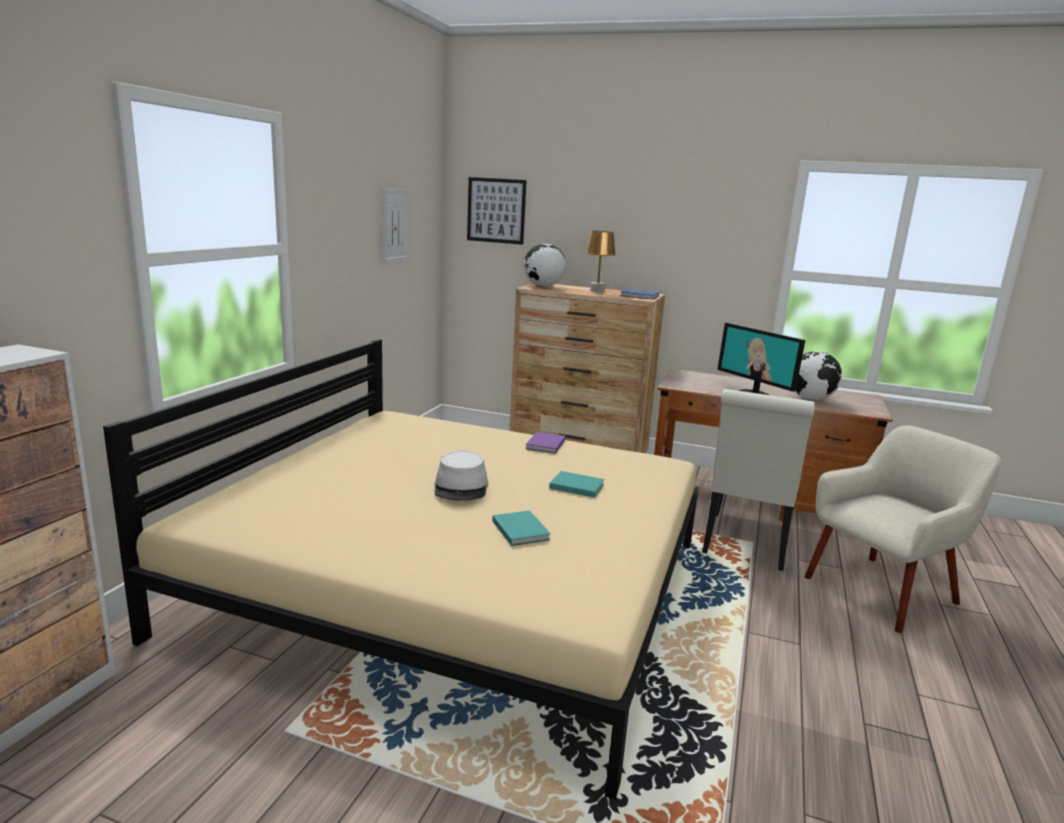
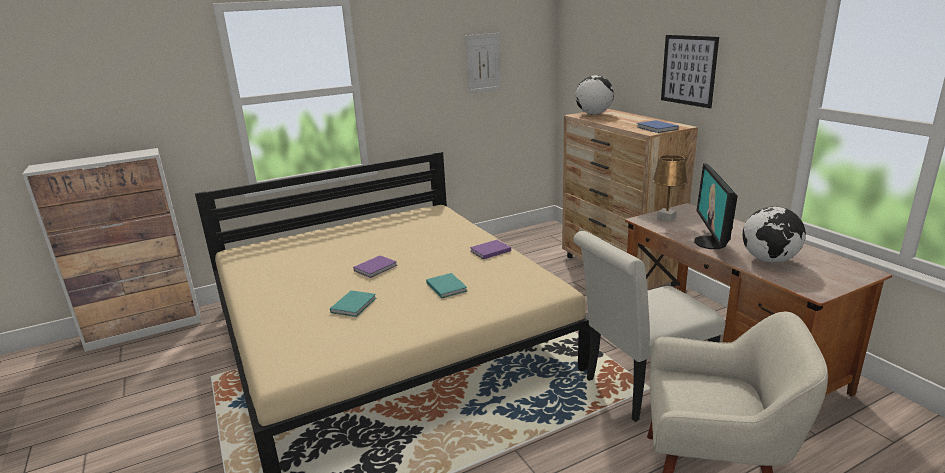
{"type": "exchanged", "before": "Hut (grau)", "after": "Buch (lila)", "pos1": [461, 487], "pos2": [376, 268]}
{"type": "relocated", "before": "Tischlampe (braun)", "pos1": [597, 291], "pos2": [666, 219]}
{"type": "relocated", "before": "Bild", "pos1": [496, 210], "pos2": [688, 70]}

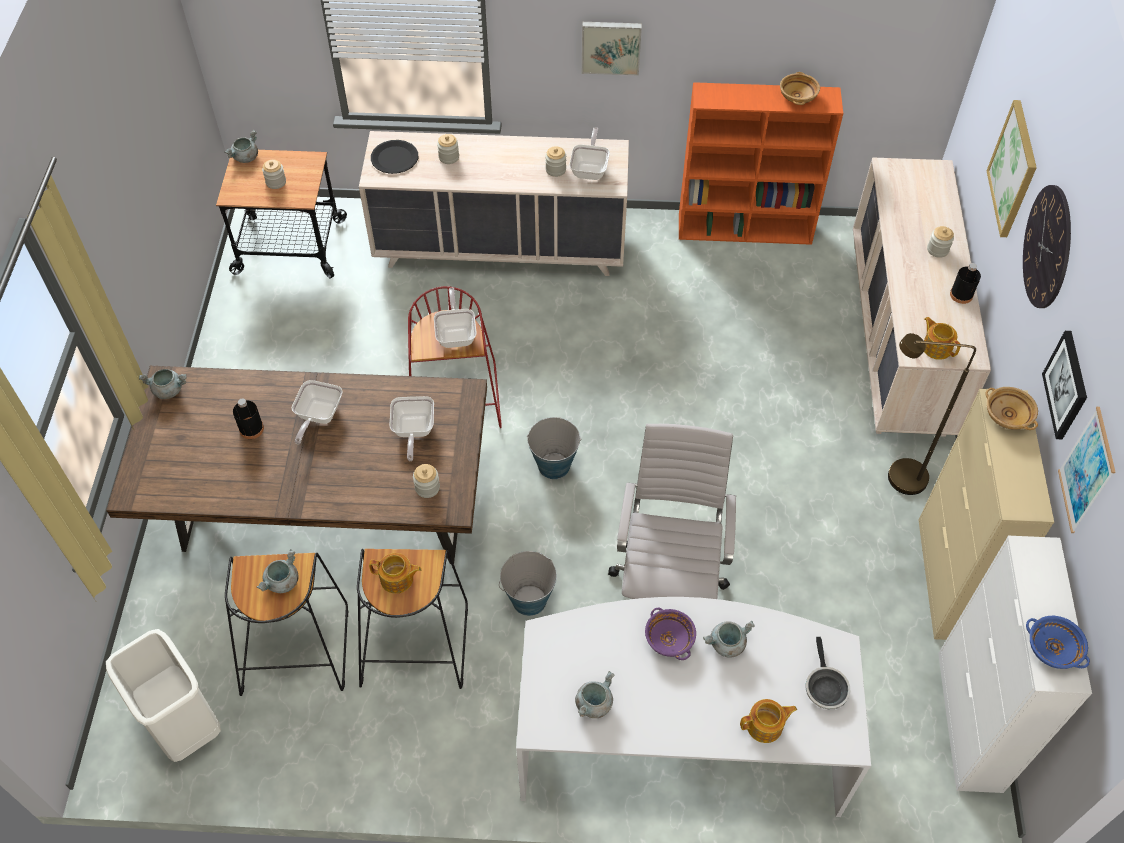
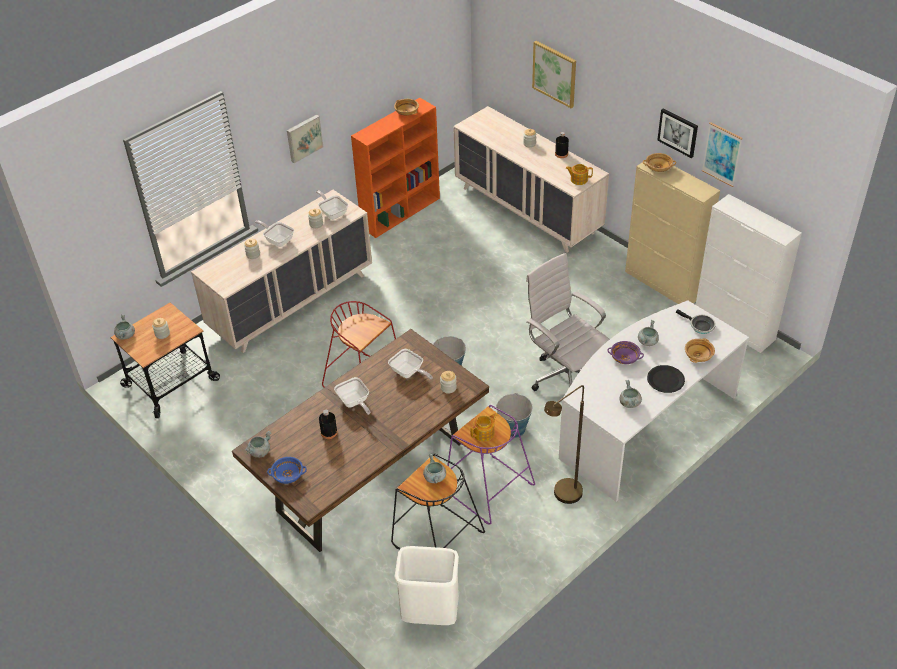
{"type": "relocated", "before": "Pfanne", "pos1": [456, 334], "pos2": [277, 240]}
{"type": "relocated", "before": "Schüssel (blau)", "pos1": [1052, 649], "pos2": [287, 475]}
{"type": "colour", "before": "Hocker (schwarz)", "after": "Hocker (lila)", "pos1": [414, 643], "pos2": [487, 488]}
{"type": "relocated", "before": "Stehlampe (braun)", "pos1": [896, 478], "pos2": [563, 497]}
{"type": "relocated", "before": "Teller (schwarz)", "pos1": [394, 158], "pos2": [665, 380]}
{"type": "exchanged", "before": "Teekanne", "after": "Schüssel (beige)", "pos1": [765, 726], "pos2": [698, 356]}
{"type": "missing", "before": "Wanduhr", "pos1": [1047, 247]}

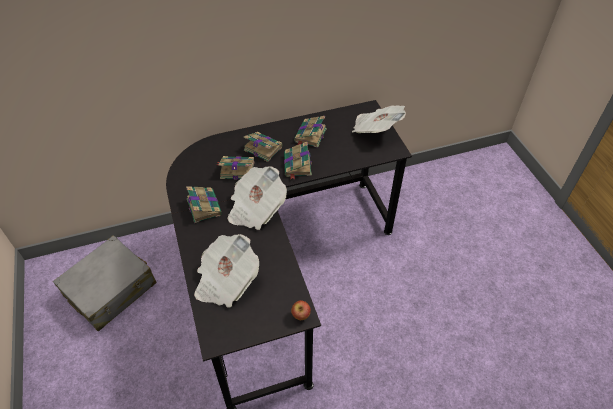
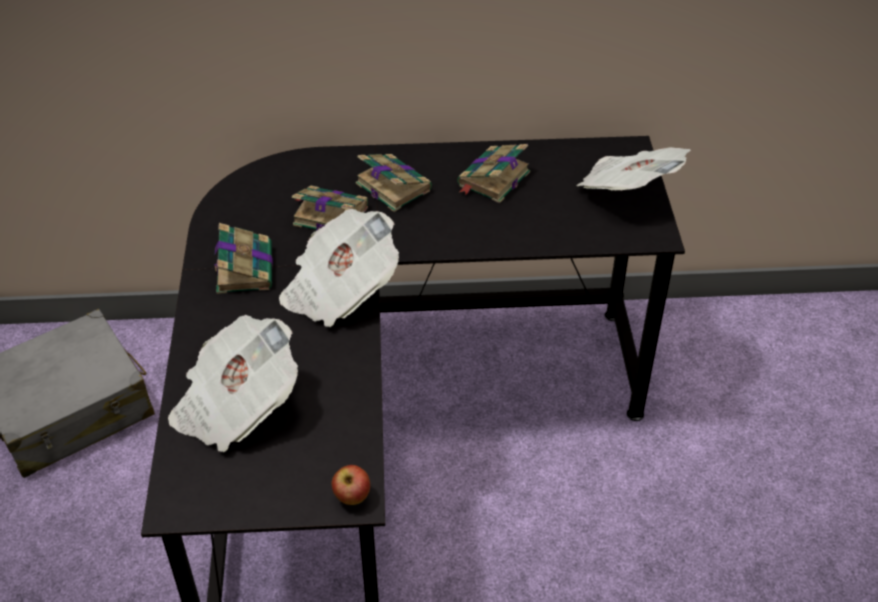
{"type": "missing", "before": "Buch", "pos1": [297, 165]}

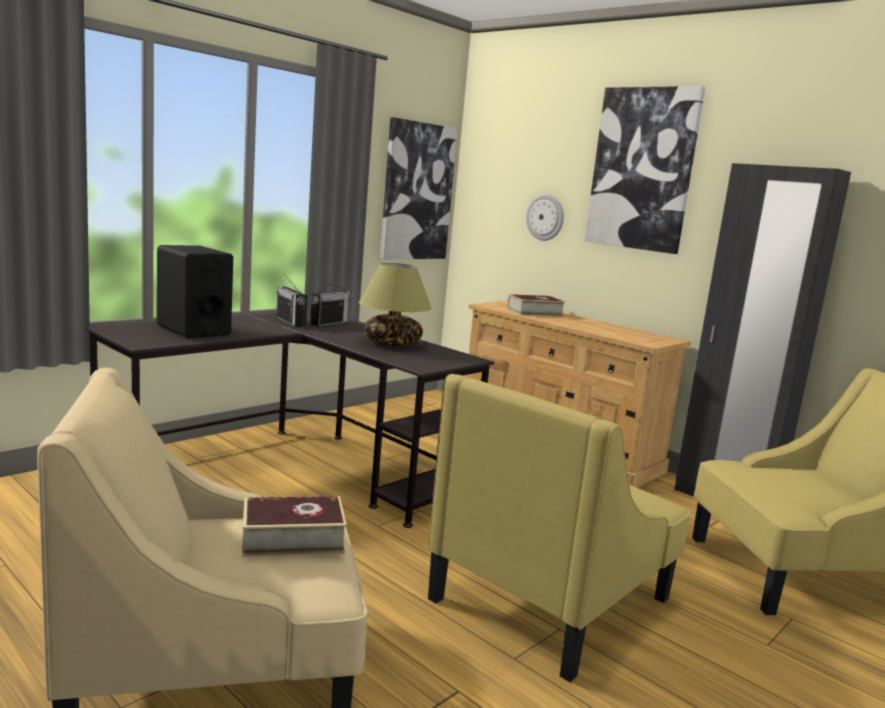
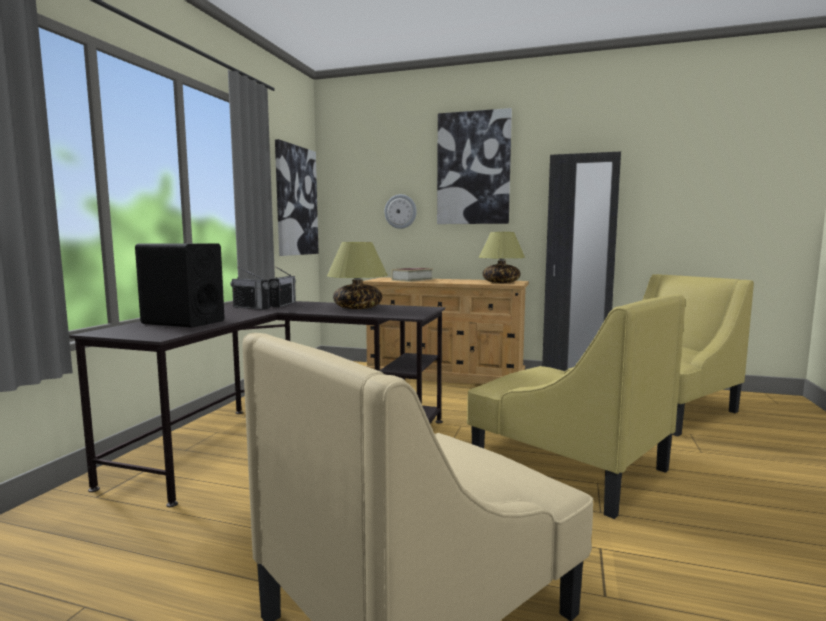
{"type": "spun", "before": "Sessel (gelb)", "pos1": [551, 598], "pos2": [567, 466], "turn": -60}
{"type": "appeared", "after": "Tischlampe", "pos2": [500, 282]}
{"type": "missing", "before": "Buch", "pos1": [292, 538]}

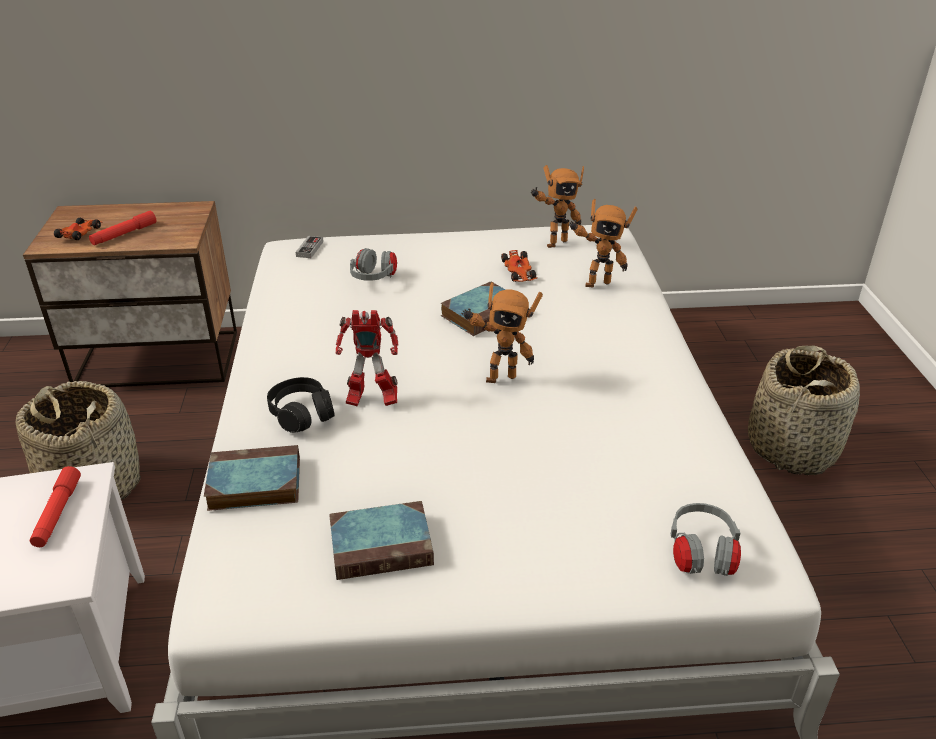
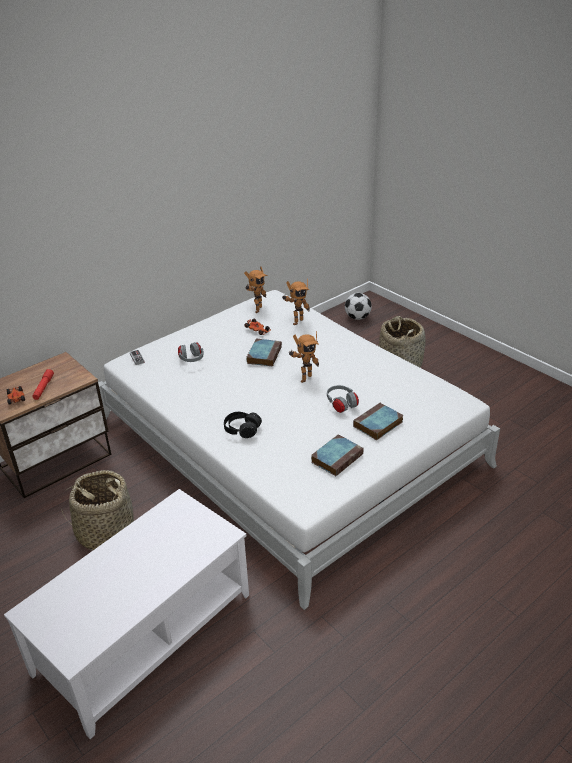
{"type": "relocated", "before": "Kopfhörer (grau)", "pos1": [701, 555], "pos2": [341, 405]}
{"type": "appeared", "after": "Fußball", "pos2": [357, 317]}
{"type": "relocated", "before": "Buch", "pos1": [252, 484], "pos2": [377, 425]}
{"type": "missing", "before": "Taschenlampe (rot)", "pos1": [57, 513]}
{"type": "missing", "before": "Spielzeugroboter", "pos1": [370, 400]}

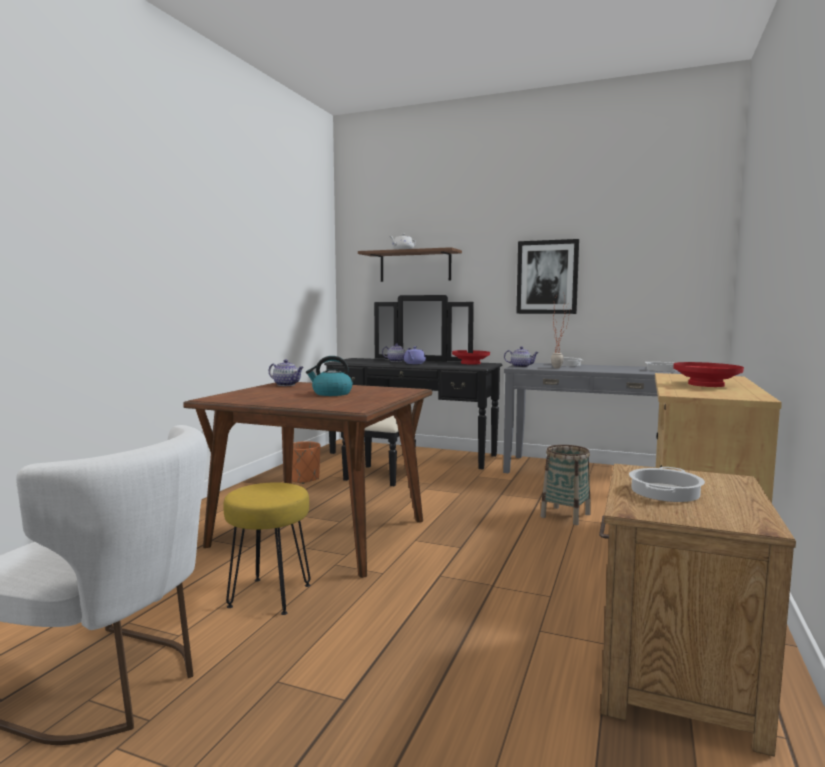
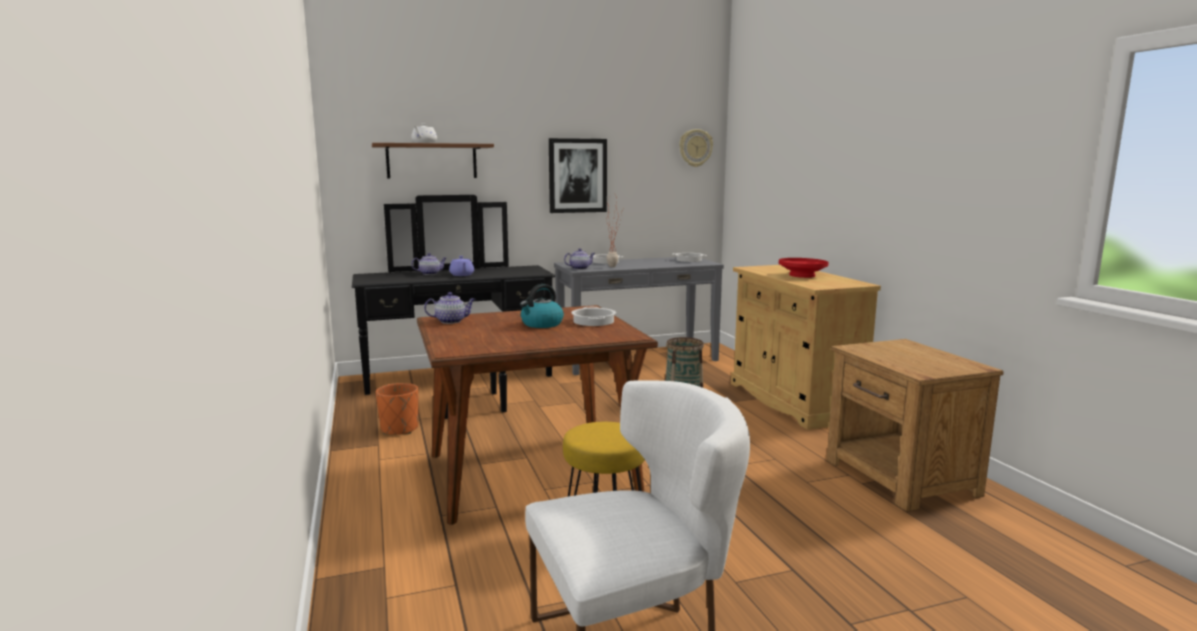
{"type": "relocated", "before": "Kochtopf", "pos1": [665, 492], "pos2": [594, 321]}
{"type": "appeared", "after": "Wanduhr", "pos2": [695, 148]}
{"type": "missing", "before": "Schüssel (rot)", "pos1": [471, 363]}

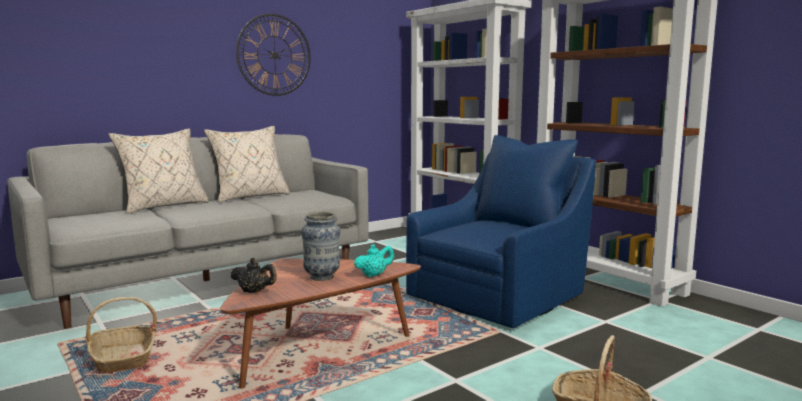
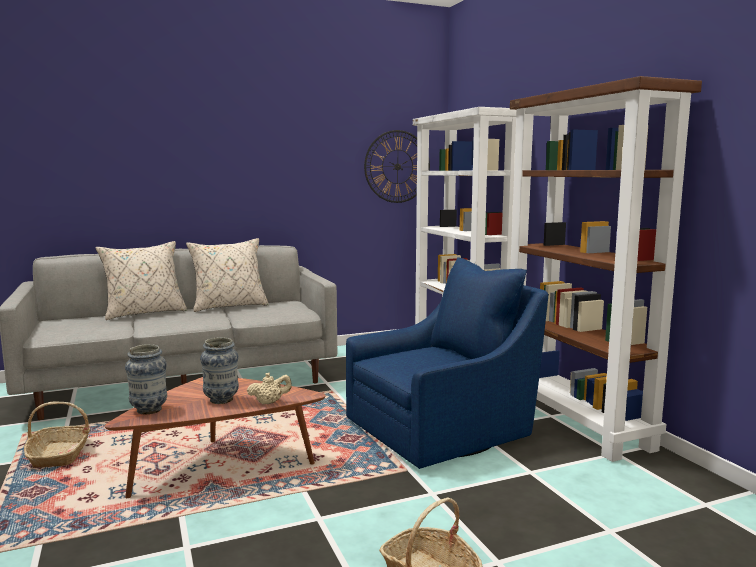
{"type": "exchanged", "before": "Teekanne (schwarz)", "after": "Vase", "pos1": [254, 292], "pos2": [149, 410]}
{"type": "colour", "before": "Teekanne (türkis)", "after": "Teekanne (beige)", "pos1": [374, 275], "pos2": [269, 402]}
{"type": "relocated", "before": "Wanduhr", "pos1": [274, 55], "pos2": [397, 166]}

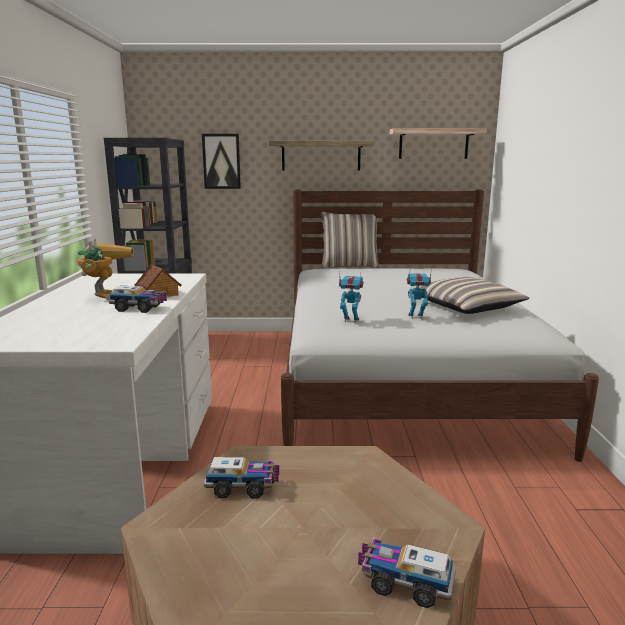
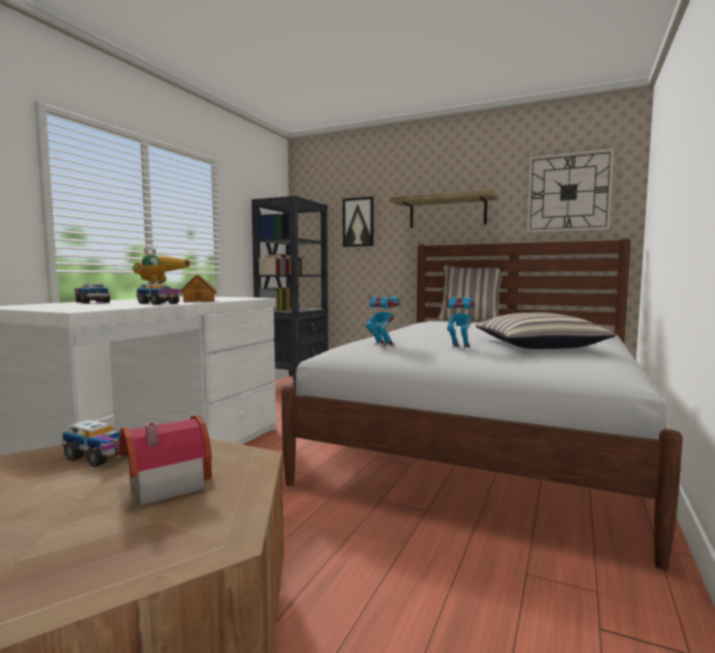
{"type": "relocated", "before": "Spielzeuglaster", "pos1": [404, 583], "pos2": [92, 302]}
{"type": "appeared", "after": "Spielzeughaus", "pos2": [162, 484]}
{"type": "exchanged", "before": "Wandregal", "after": "Wanduhr", "pos1": [433, 144], "pos2": [568, 192]}

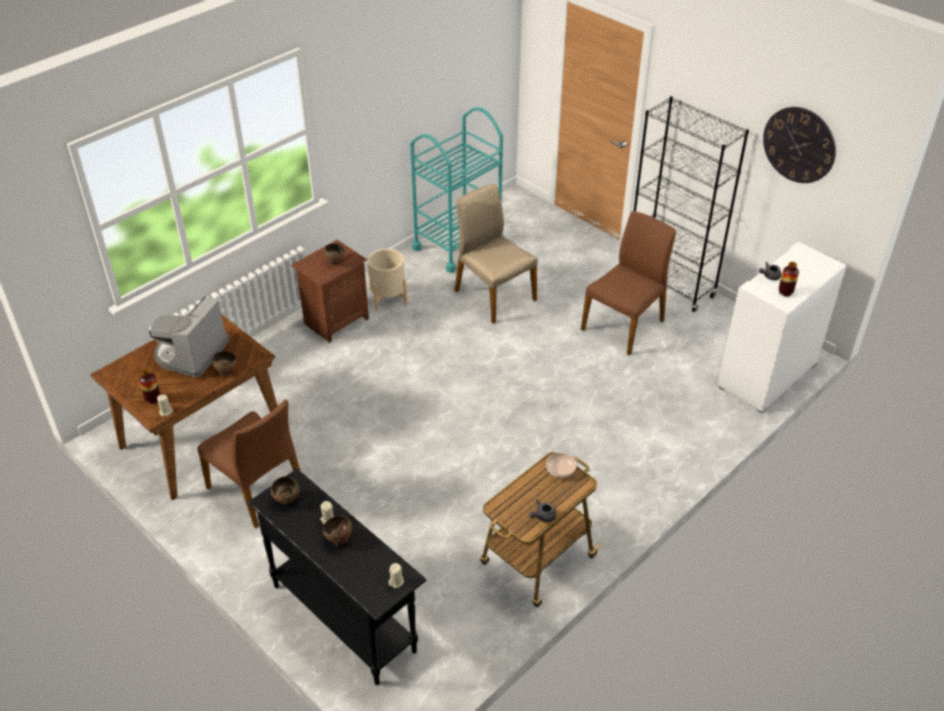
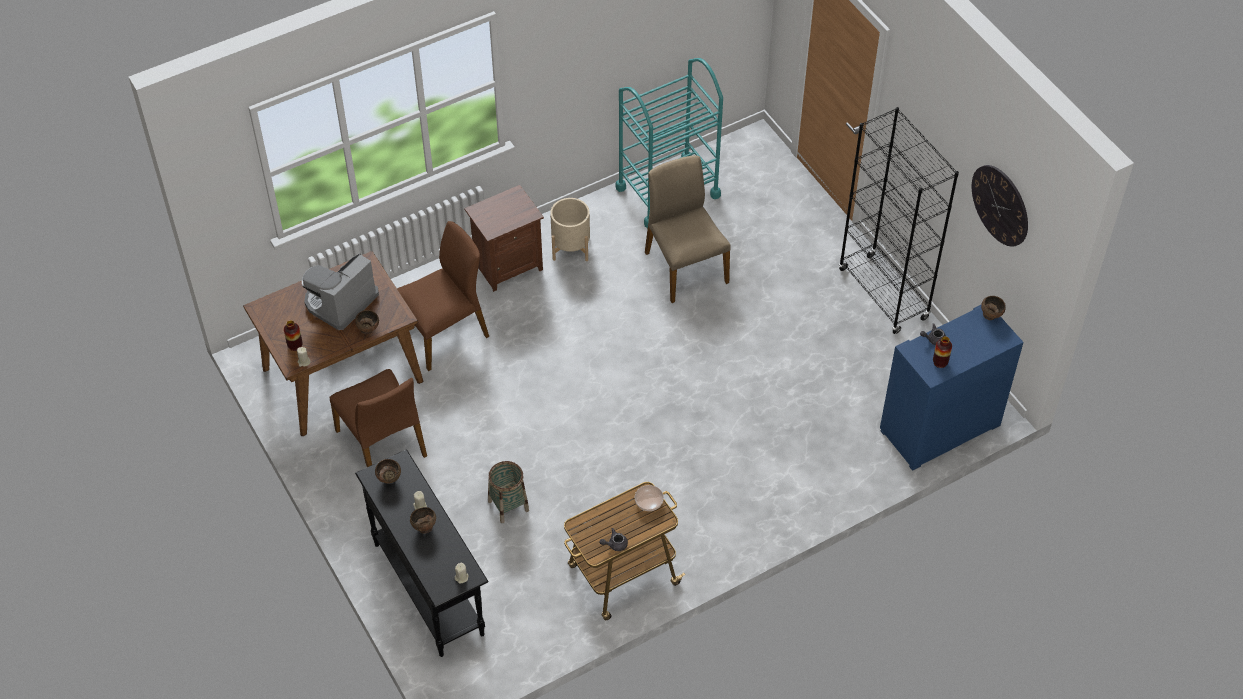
{"type": "relocated", "before": "Stuhl (braun)", "pos1": [624, 325], "pos2": [444, 332]}
{"type": "appeared", "after": "Korb", "pos2": [508, 505]}
{"type": "colour", "before": "Schrank (weiß)", "after": "Schrank (blau)", "pos1": [768, 376], "pos2": [940, 429]}
{"type": "relocated", "before": "Schüssel (braun)", "pos1": [335, 262], "pos2": [990, 315]}

